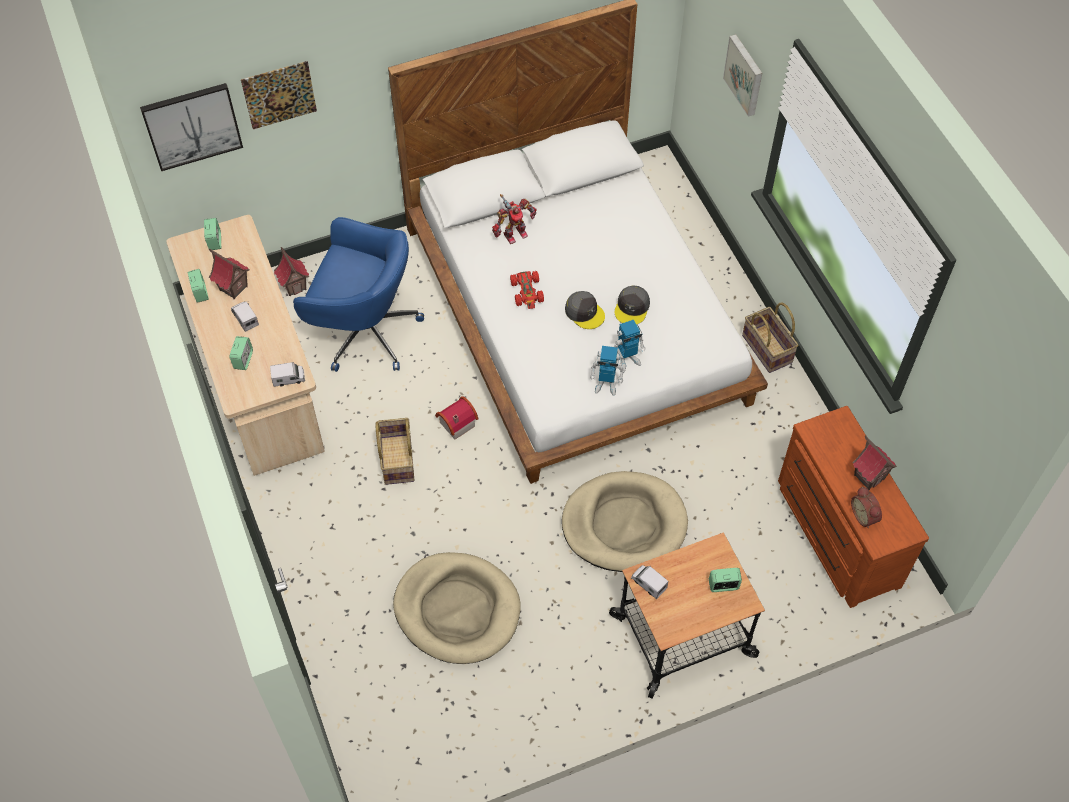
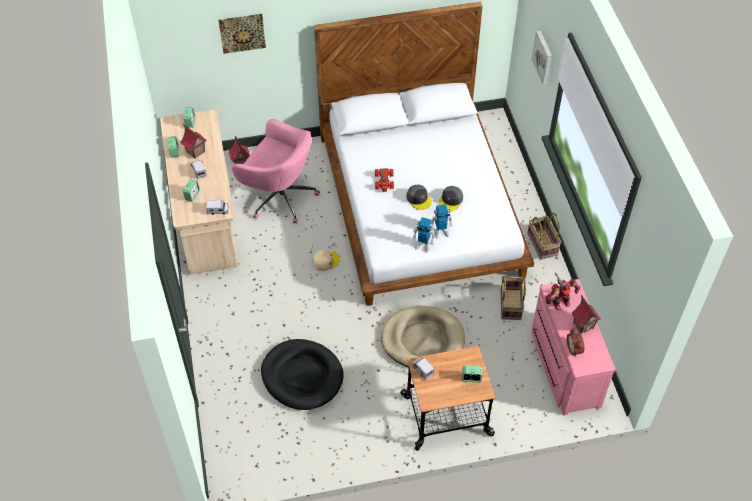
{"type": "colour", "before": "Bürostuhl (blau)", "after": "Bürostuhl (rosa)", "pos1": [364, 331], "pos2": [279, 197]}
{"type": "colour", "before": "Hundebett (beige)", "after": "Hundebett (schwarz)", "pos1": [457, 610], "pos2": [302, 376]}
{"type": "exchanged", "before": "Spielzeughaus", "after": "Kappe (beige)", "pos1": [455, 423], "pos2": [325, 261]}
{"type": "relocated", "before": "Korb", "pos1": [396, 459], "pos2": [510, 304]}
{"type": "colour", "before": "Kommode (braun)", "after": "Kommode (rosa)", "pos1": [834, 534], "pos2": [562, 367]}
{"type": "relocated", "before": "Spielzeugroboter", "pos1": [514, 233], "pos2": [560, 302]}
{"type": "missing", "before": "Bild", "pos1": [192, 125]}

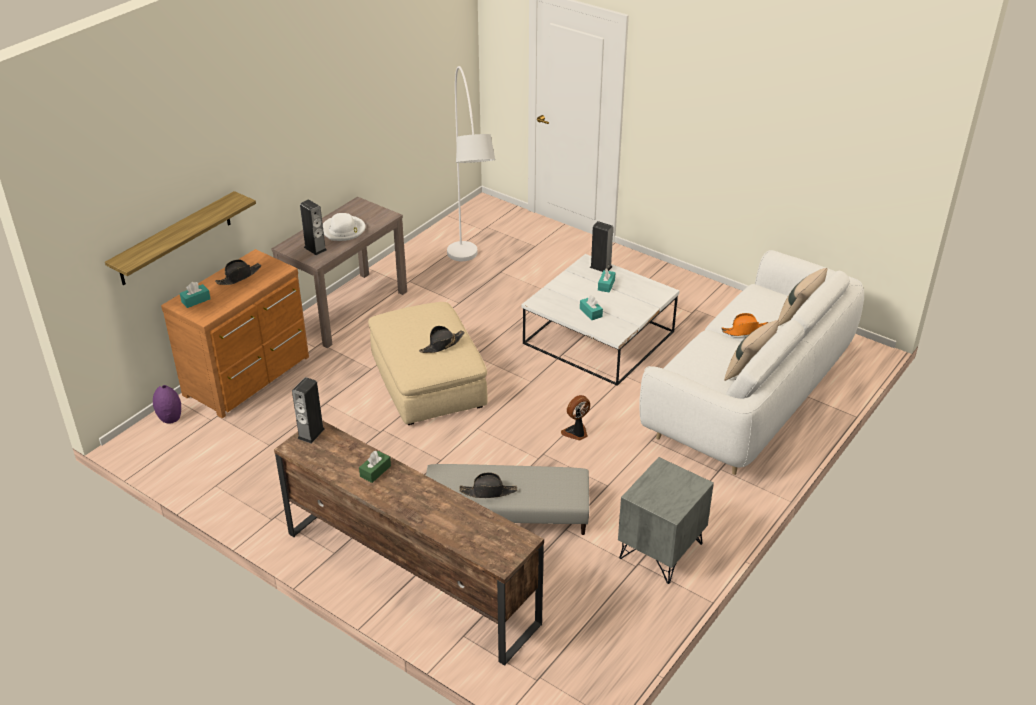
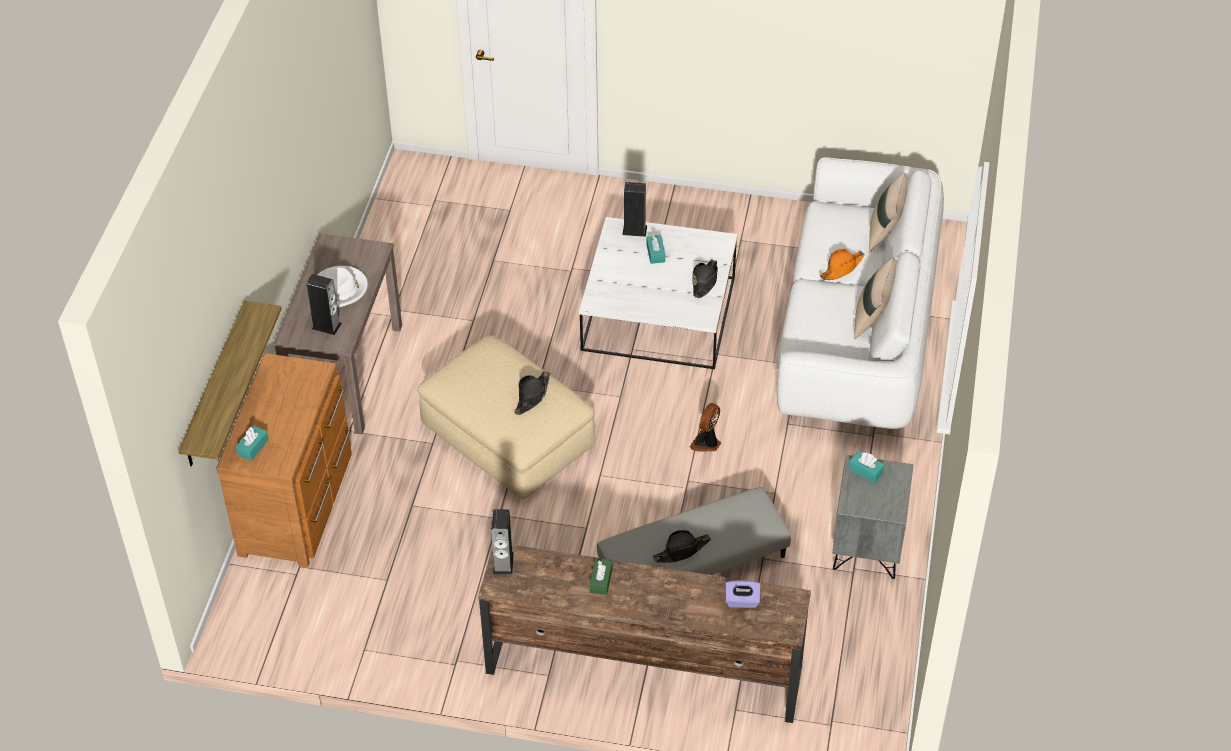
{"type": "relocated", "before": "Hut (schwarz)", "pos1": [239, 276], "pos2": [705, 281]}
{"type": "appeared", "after": "Taschentuchbox (lila)", "pos2": [742, 601]}
{"type": "relocated", "before": "Taschentuchbox (türkis)", "pos1": [591, 312], "pos2": [865, 471]}
{"type": "missing", "before": "Vase (lila)", "pos1": [170, 418]}
{"type": "missing", "before": "Stehlampe (weiß)", "pos1": [471, 285]}

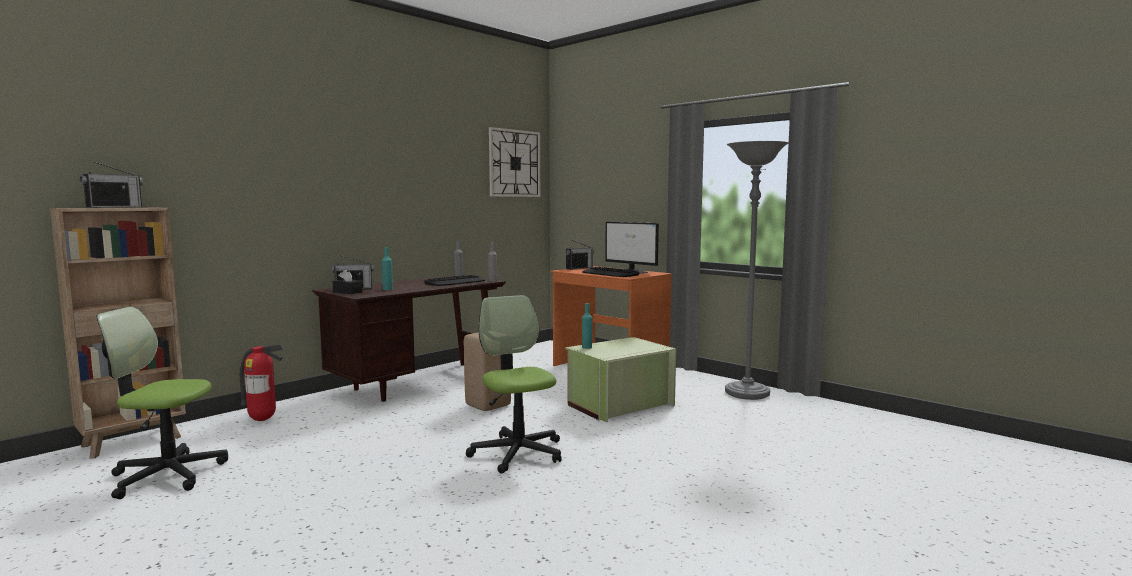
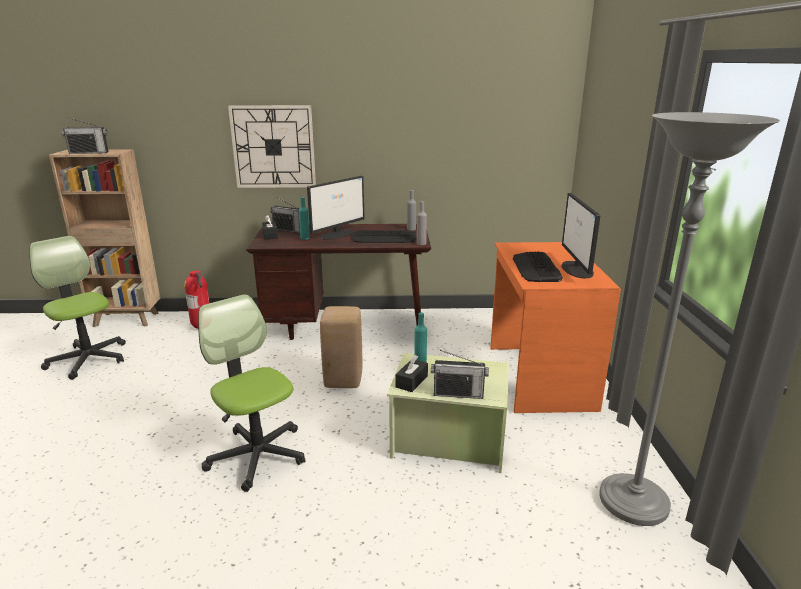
{"type": "spun", "before": "Bürostuhl", "pos1": [517, 453], "pos2": [257, 455], "turn": -60}
{"type": "relocated", "before": "Wanduhr", "pos1": [514, 163], "pos2": [273, 147]}
{"type": "appeared", "after": "Monitor", "pos2": [337, 234]}
{"type": "appeared", "after": "Taschentuchbox (schwarz)", "pos2": [411, 381]}
{"type": "relocated", "before": "Radio", "pos1": [579, 268], "pos2": [458, 394]}

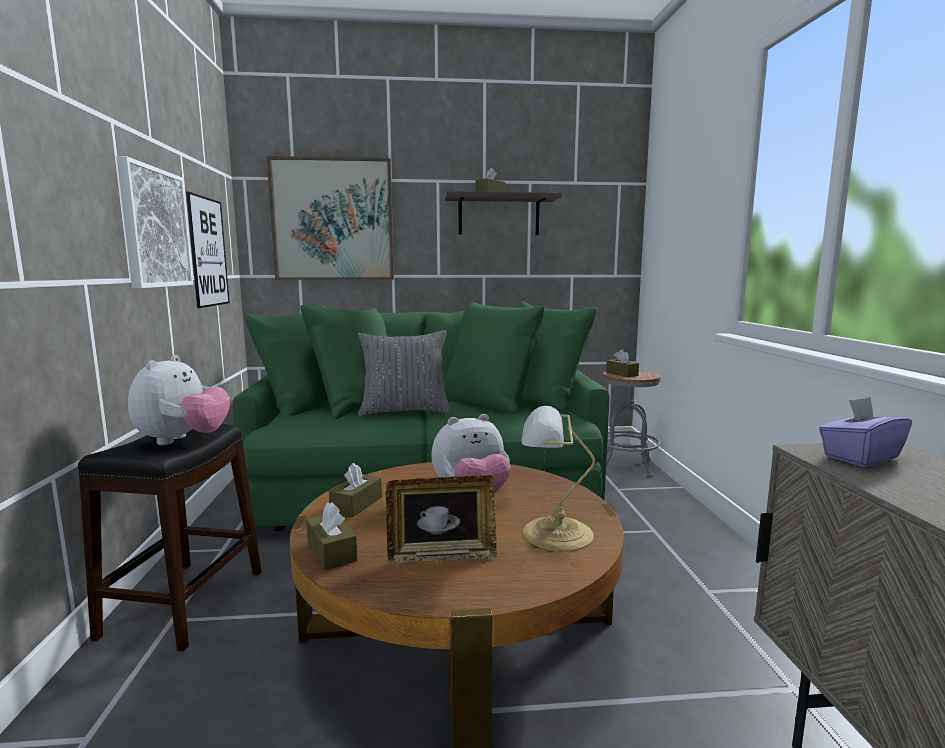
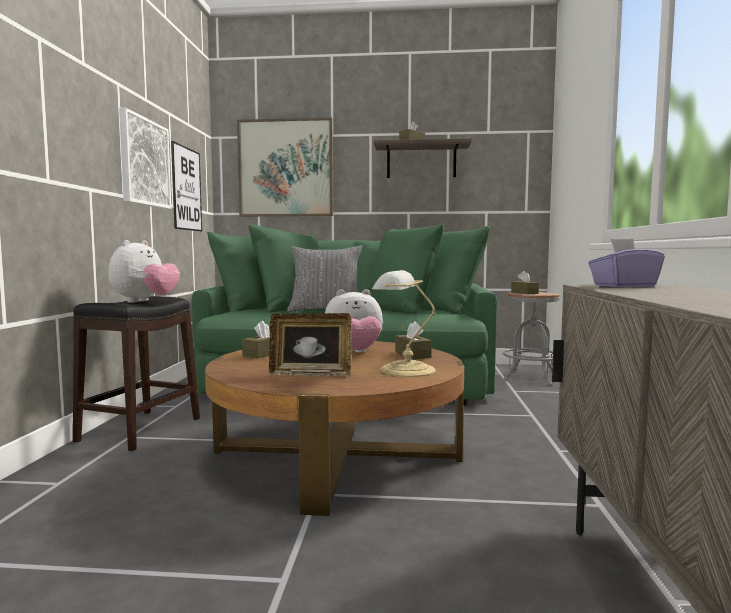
{"type": "relocated", "before": "Taschentuchbox (braun)", "pos1": [331, 551], "pos2": [412, 355]}

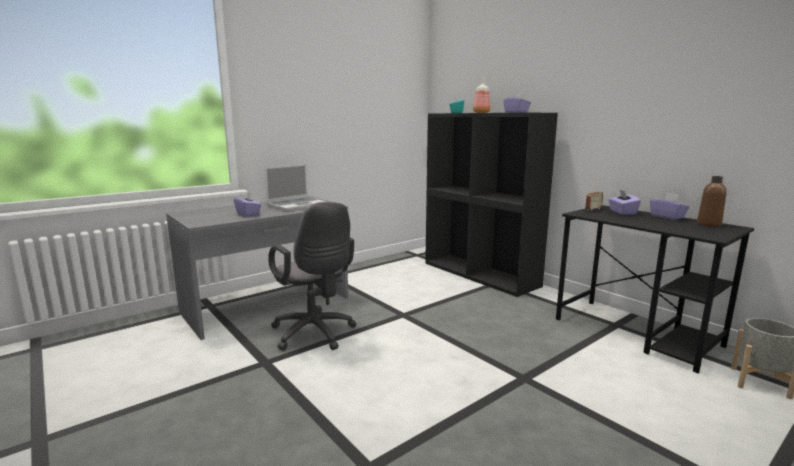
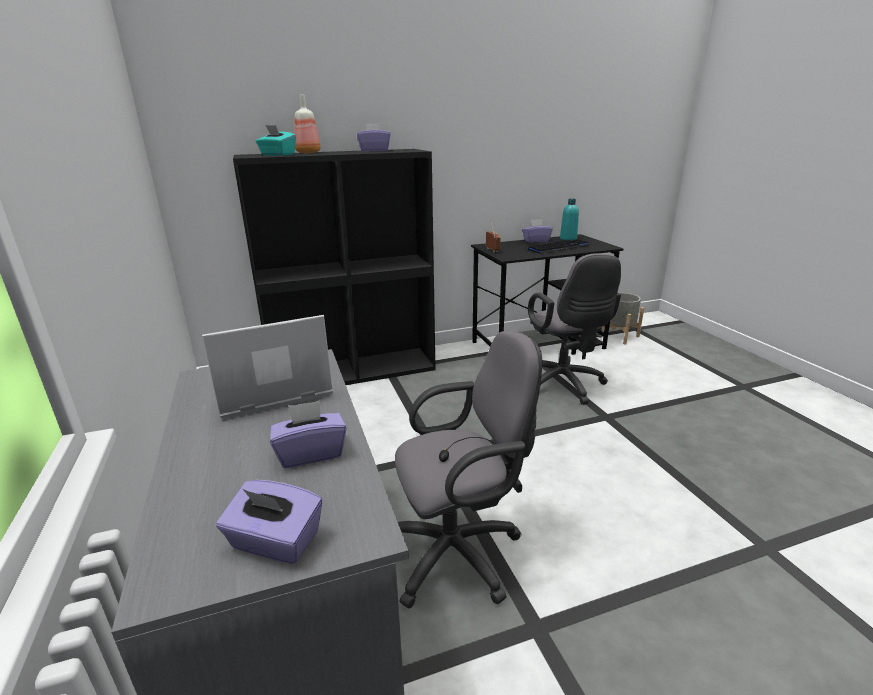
{"type": "spun", "before": "Laptop", "pos1": [297, 205], "pos2": [271, 391], "turn": -90}
{"type": "relocated", "before": "Taschentuchbox (lila)", "pos1": [622, 212], "pos2": [275, 542]}
{"type": "appeared", "after": "Tastatur", "pos2": [559, 248]}
{"type": "appeared", "after": "Bürostuhl (grau)", "pos2": [563, 385]}
{"type": "colour", "before": "Flasche (braun)", "after": "Flasche (türkis)", "pos1": [708, 224], "pos2": [568, 239]}

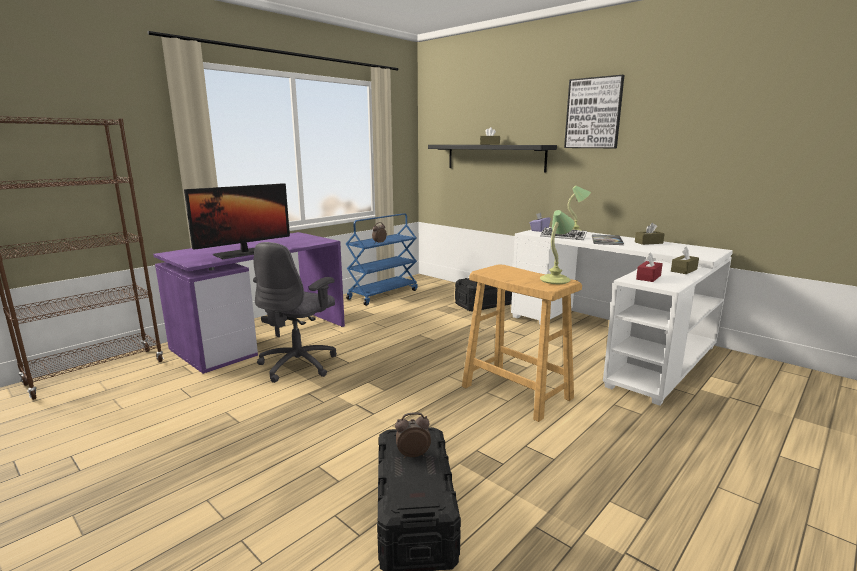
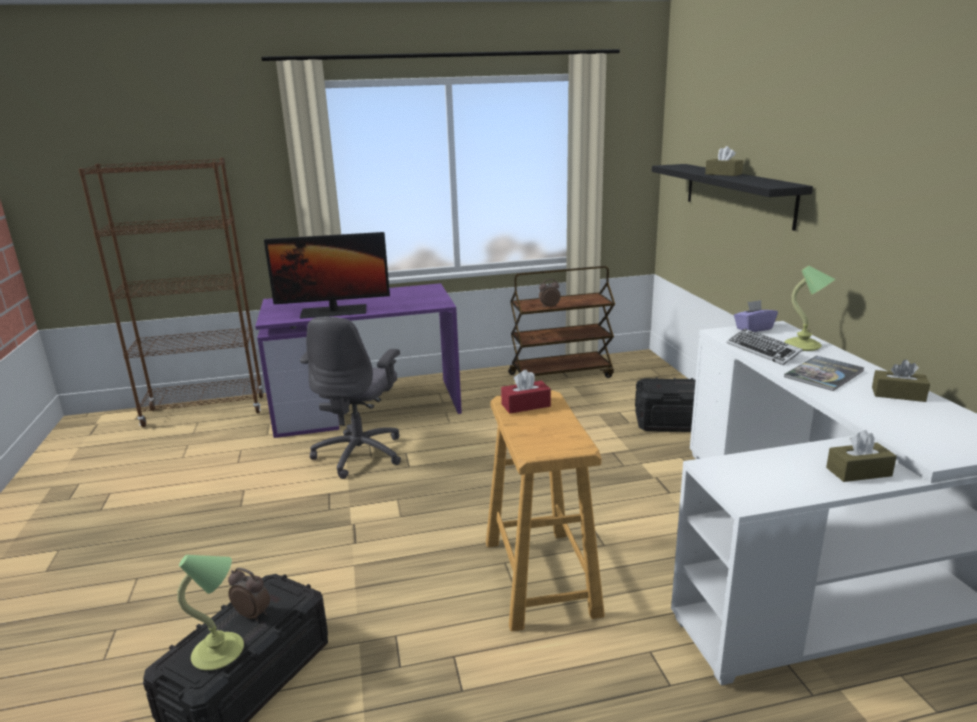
{"type": "relocated", "before": "Tischlampe", "pos1": [555, 280], "pos2": [220, 652]}
{"type": "spun", "before": "Bürostuhl (grau)", "pos1": [299, 365], "pos2": [360, 454], "turn": -45}
{"type": "relocated", "before": "Taschentuchbox (rot)", "pos1": [648, 277], "pos2": [526, 405]}
{"type": "colour", "before": "Rollwagen (blau)", "after": "Rollwagen (braun)", "pos1": [383, 294], "pos2": [561, 375]}
{"type": "missing", "before": "Bild", "pos1": [593, 113]}

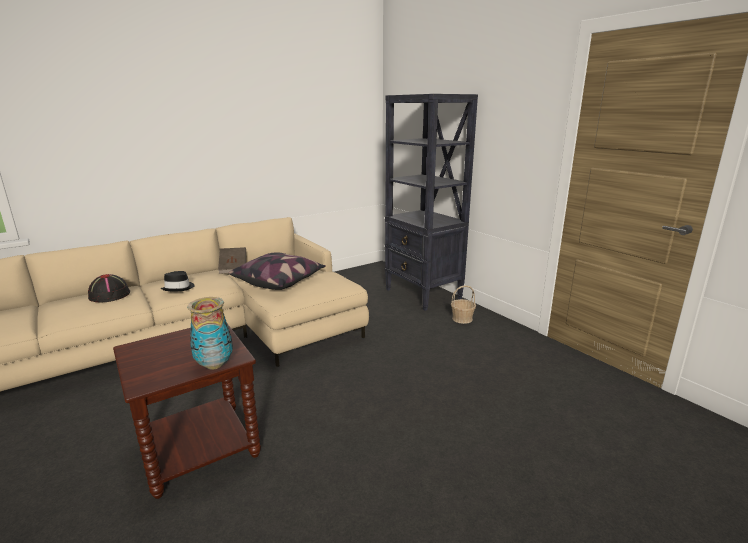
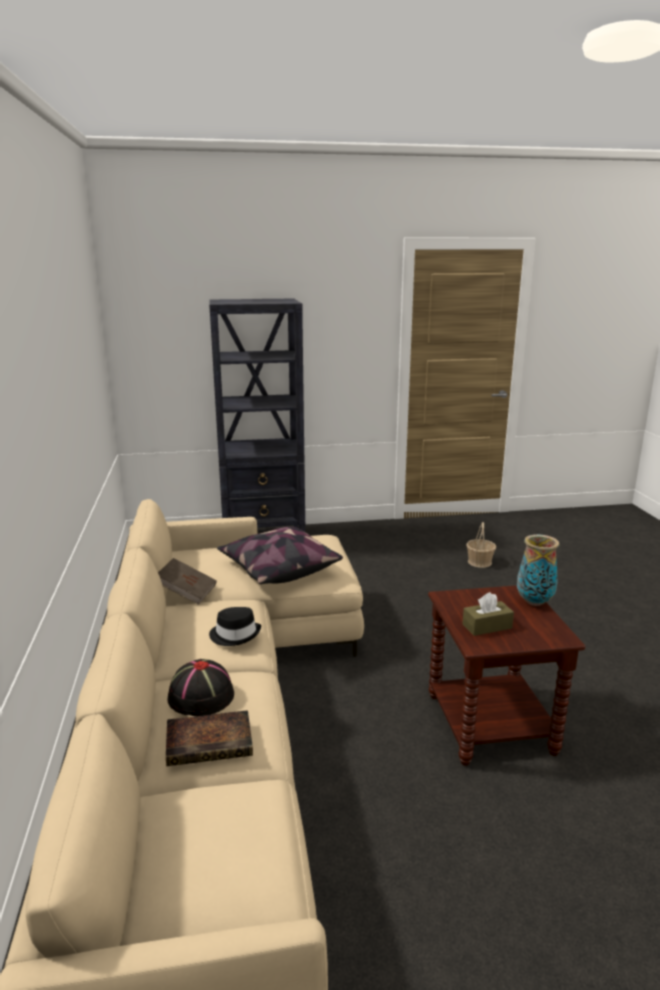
{"type": "appeared", "after": "Buch", "pos2": [211, 742]}
{"type": "appeared", "after": "Taschentuchbox (braun)", "pos2": [487, 626]}
{"type": "relocated", "before": "Korb", "pos1": [462, 319], "pos2": [479, 562]}

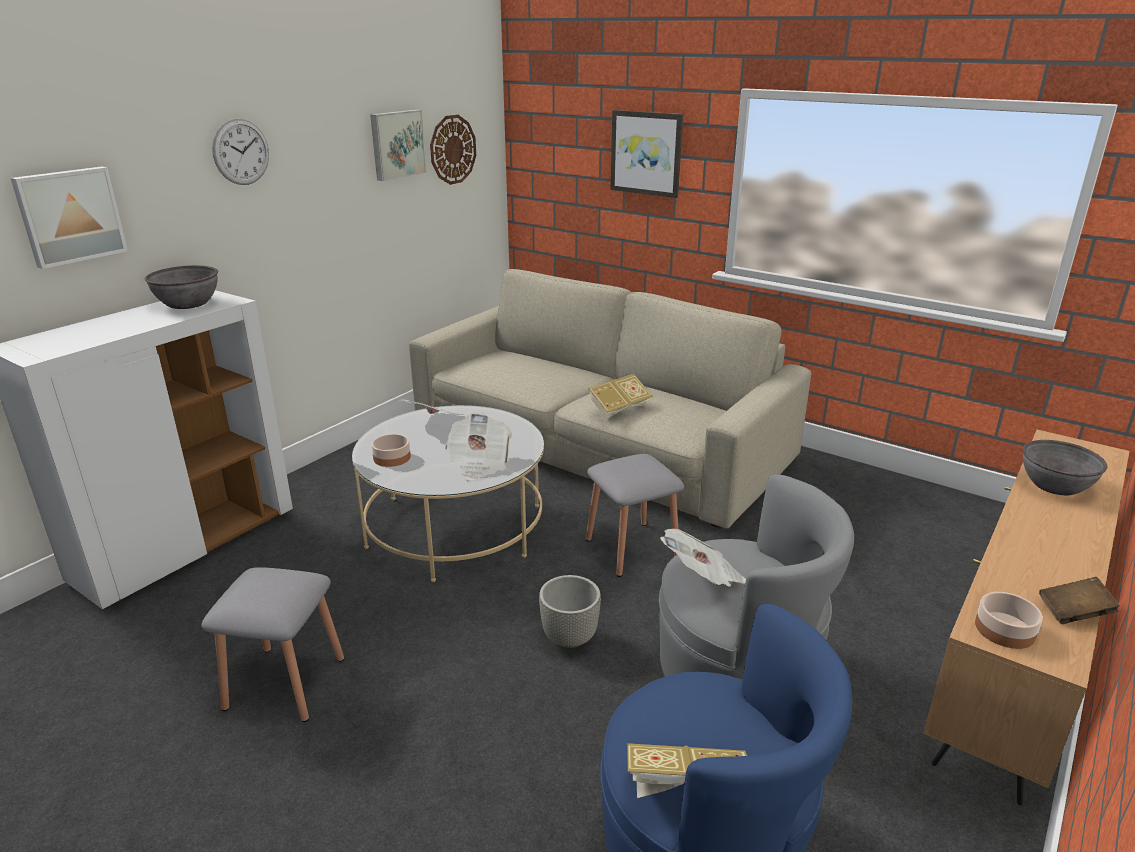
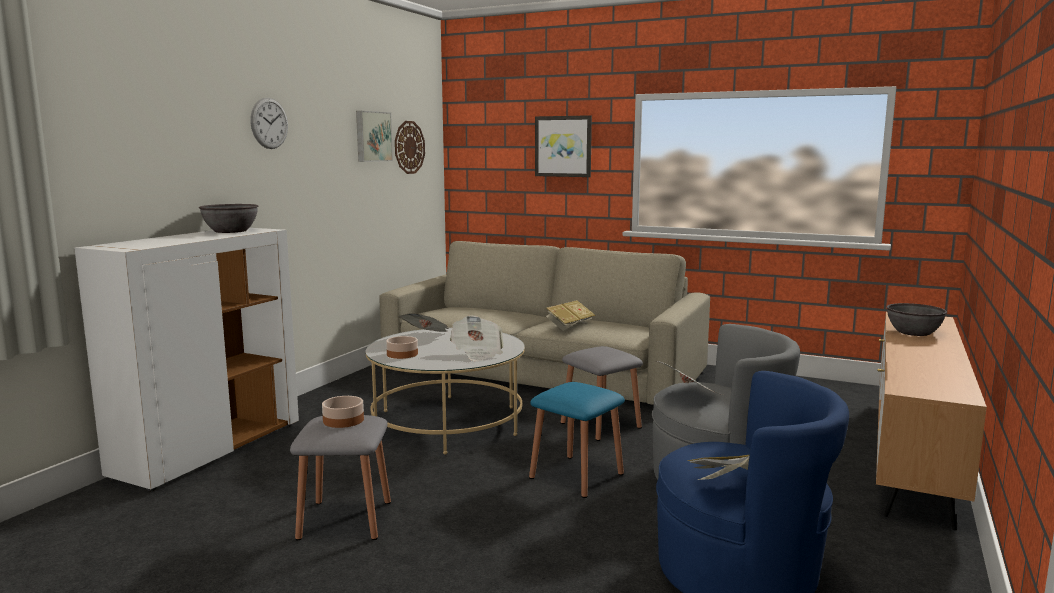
{"type": "relocated", "before": "Schüssel", "pos1": [1003, 630], "pos2": [342, 420]}
{"type": "exchanged", "before": "Pflanzkübel (grau)", "after": "Hocker (blau)", "pos1": [570, 638], "pos2": [576, 476]}
{"type": "missing", "before": "Bild", "pos1": [70, 216]}
{"type": "missing", "before": "Buch (braun)", "pos1": [1074, 612]}

